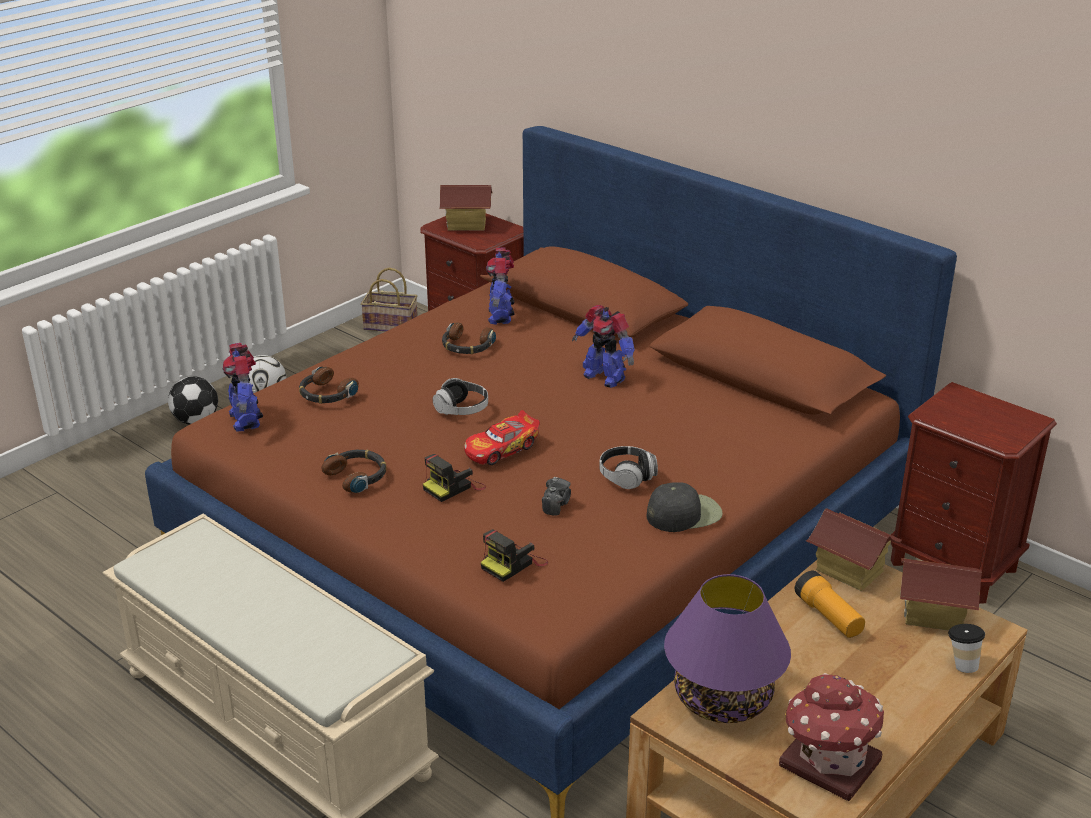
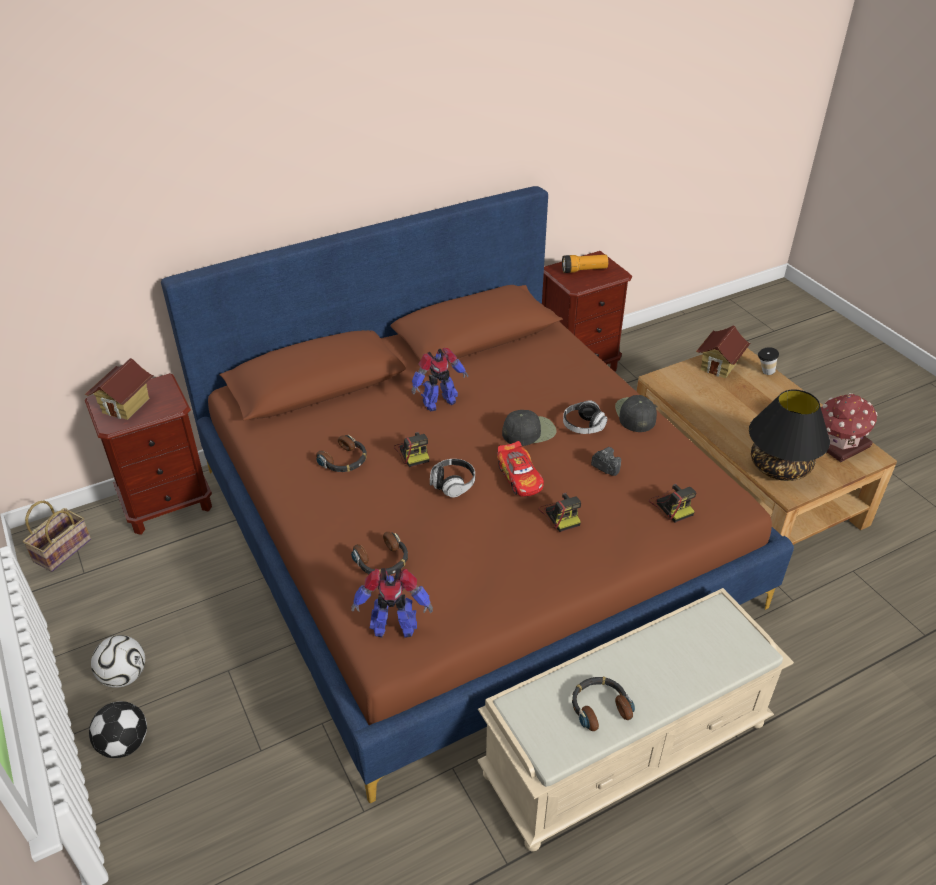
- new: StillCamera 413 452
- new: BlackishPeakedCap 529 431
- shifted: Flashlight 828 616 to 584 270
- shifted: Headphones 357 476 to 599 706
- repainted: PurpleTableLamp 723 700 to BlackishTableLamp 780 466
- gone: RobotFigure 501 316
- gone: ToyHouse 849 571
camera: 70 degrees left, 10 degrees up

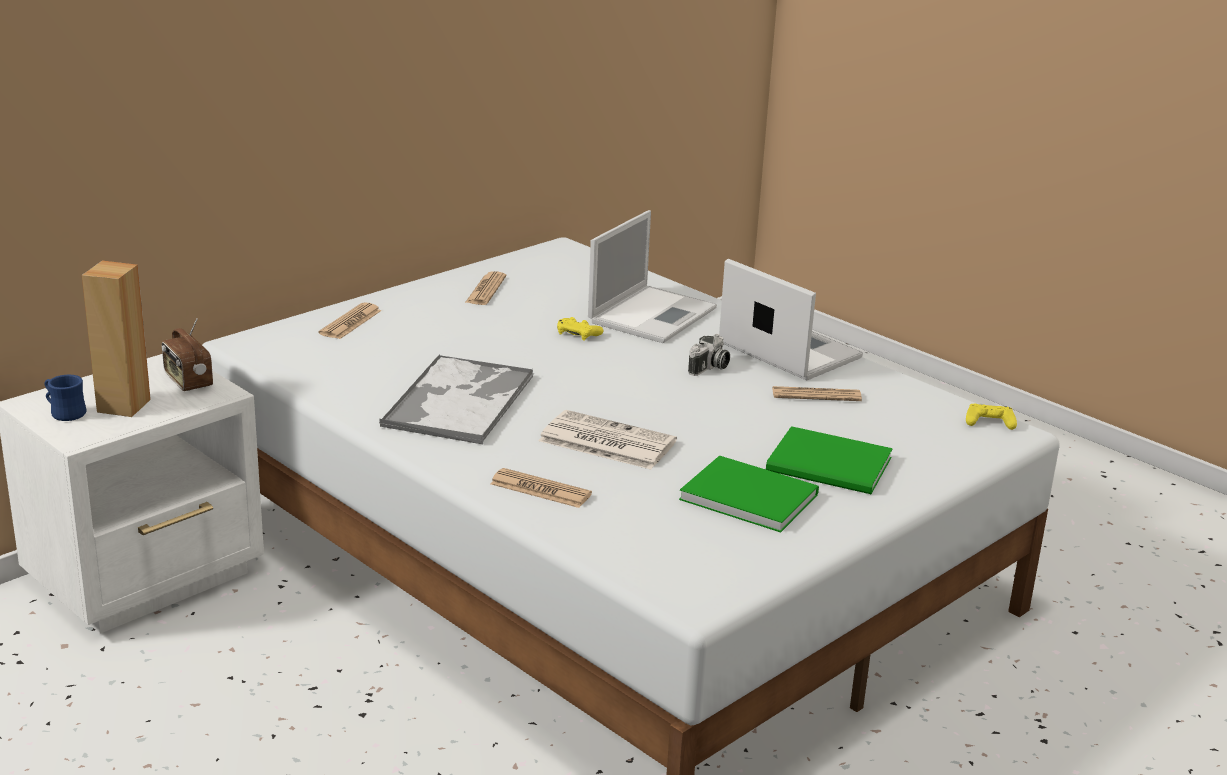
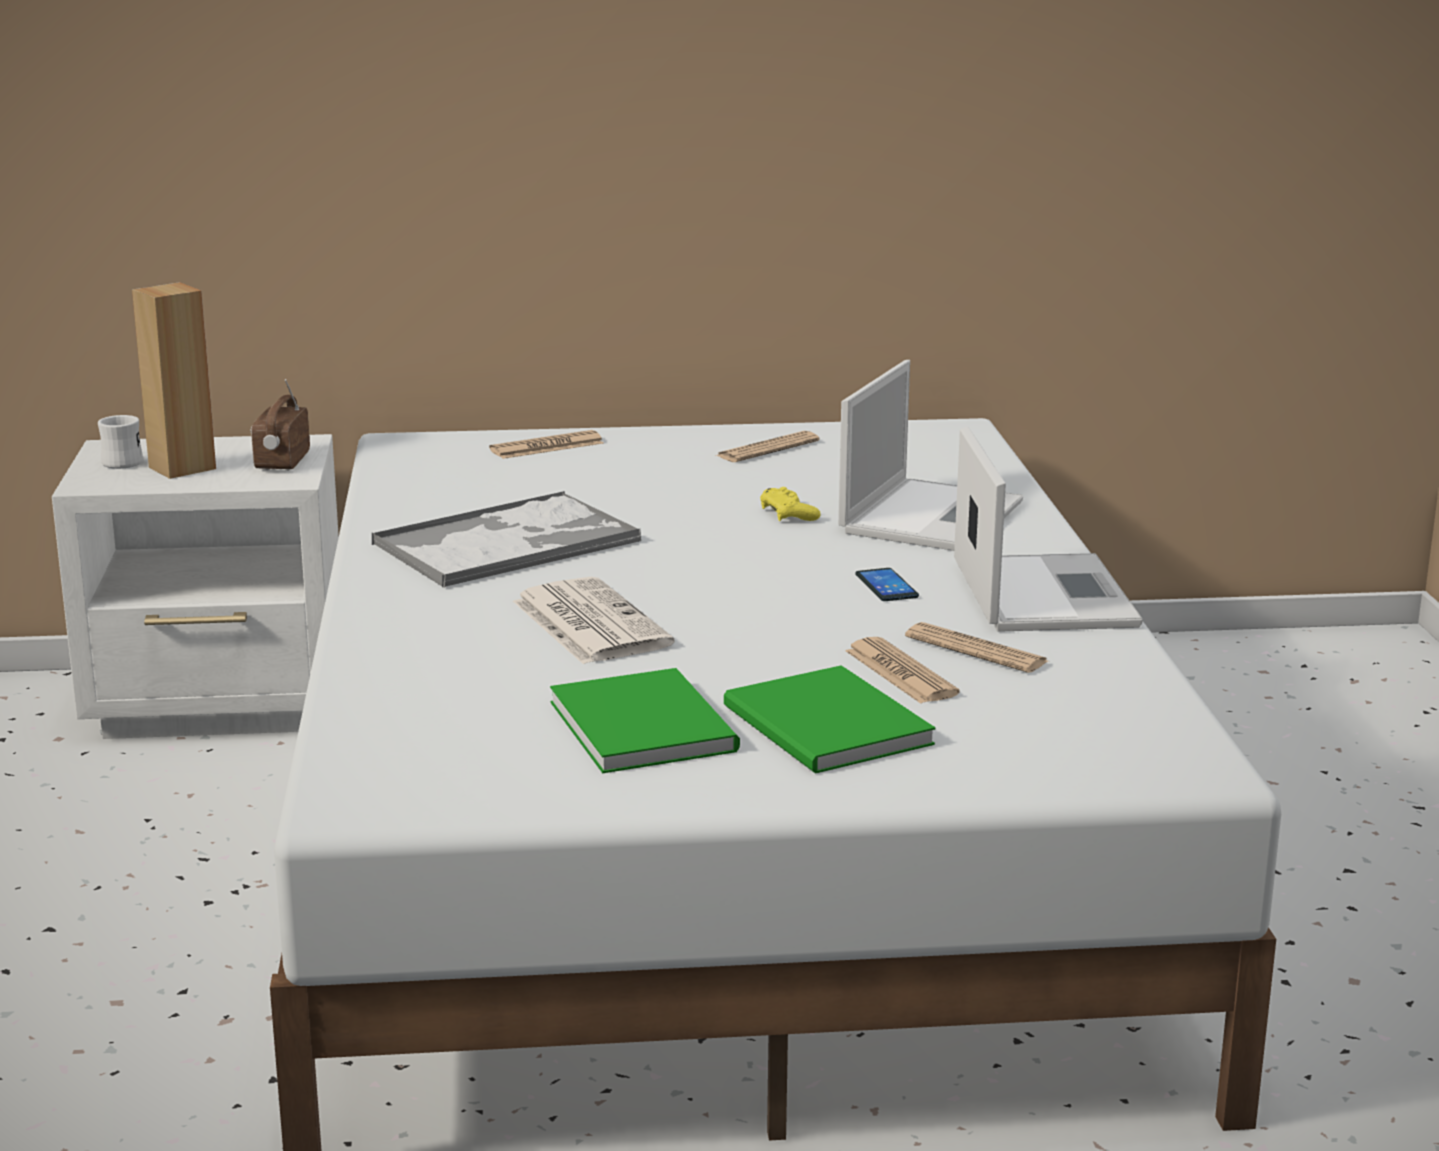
- repainted: BlueColouredTeaMug 64 413 to WhitishTeaMug 121 461
- rotated: NotebookComputer 653 314 = 932 516 45 degrees counterclockwise
- shifted: PrintedPaper 540 489 to 900 673
- swapped: StillCamera 709 368 to Telephone 886 586
- gone: YellowColouredGameController 989 422
camera: 40 degrees right, 5 degrees down

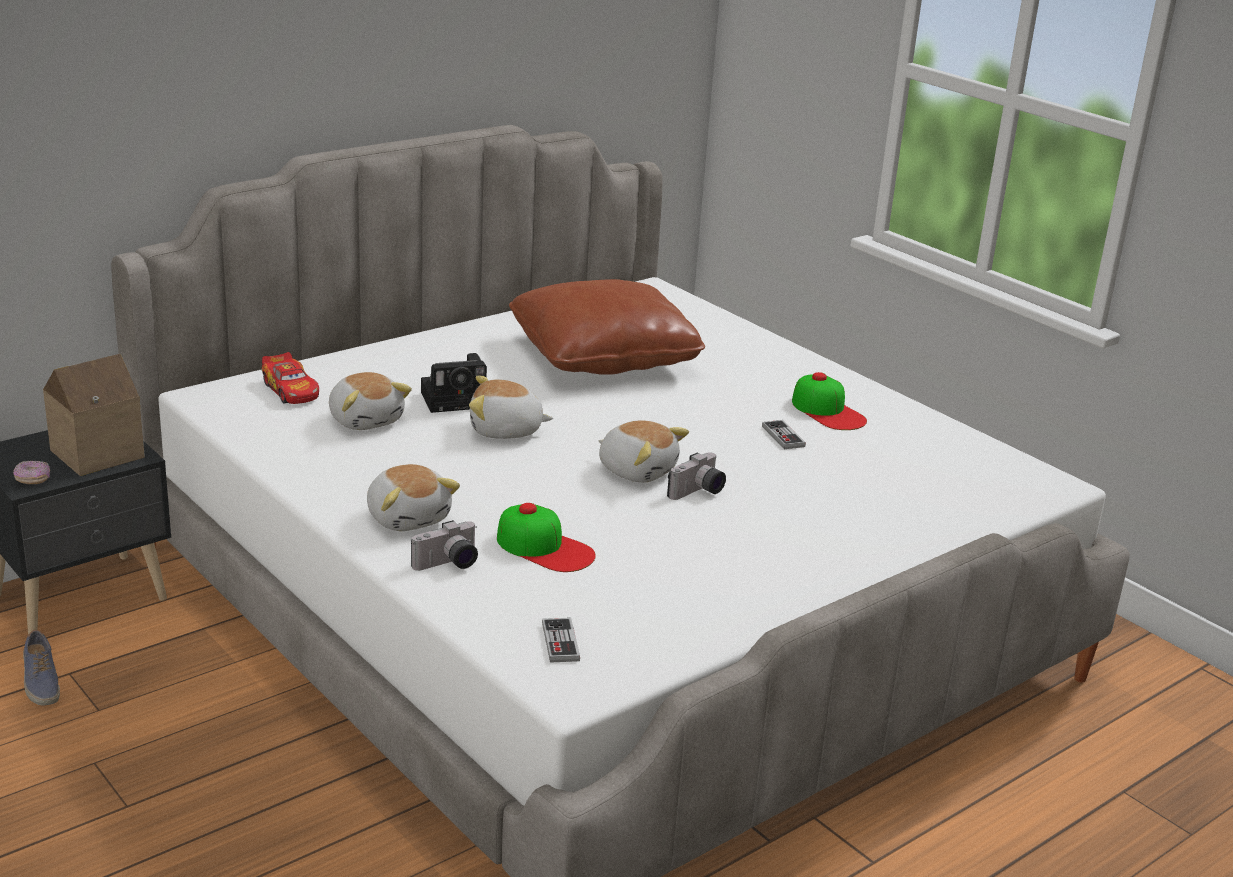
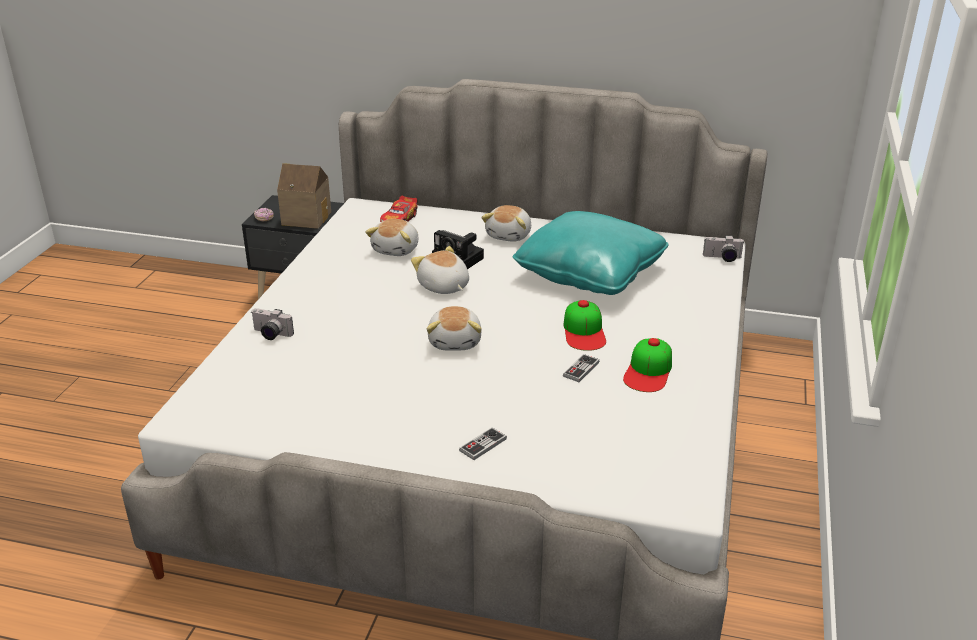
- shifted: GameController 560 642 to 483 445
- shifted: SoftToy 408 517 to 509 235
- repainted: BrownPillow 603 357 to BlueGreenPillow 589 273
- shifted: PeakedCap 545 547 to 584 331
- shifted: StillCamera 698 492 to 722 258
- gone: Shoe 40 682
camera: 55 degrees right, 5 degrees up

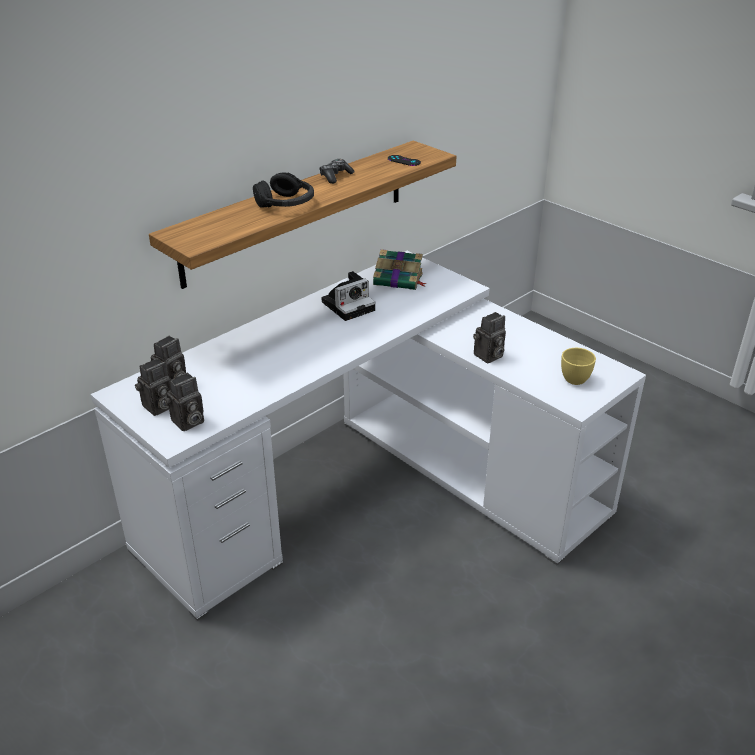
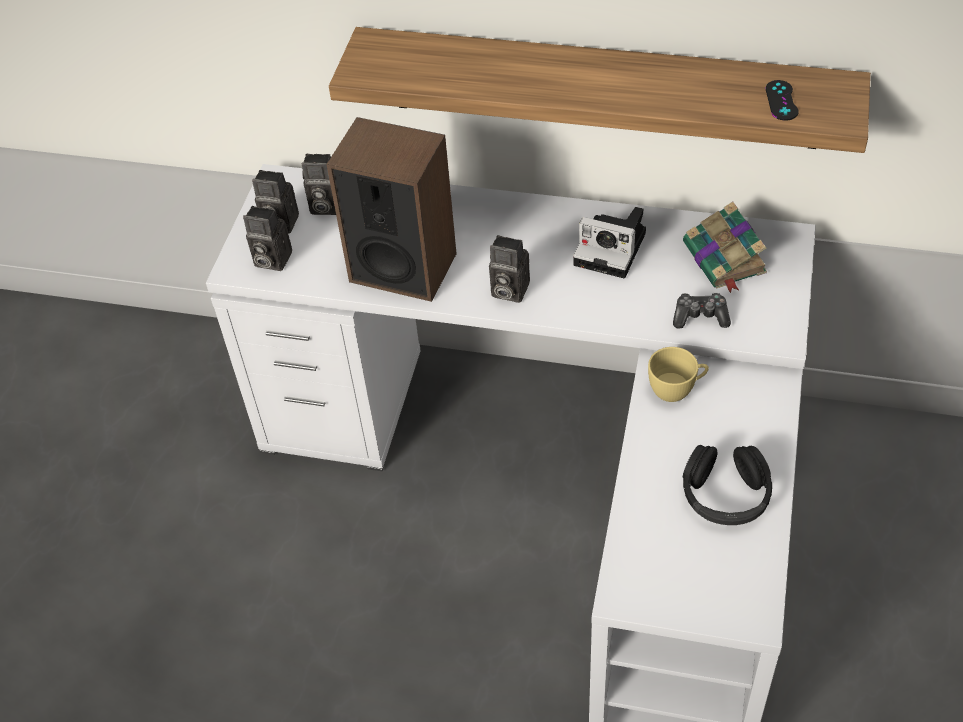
- new: AudioSpeaker 403 267
- shifted: StillCamera 488 356 to 507 290
- shifted: YellowColouredSmallCup 576 377 to 676 390
- shifted: GameController 335 176 to 700 316
- shifted: BlackishHeadphones 286 204 to 725 496
camera: 60 degrees right, 15 degrees up

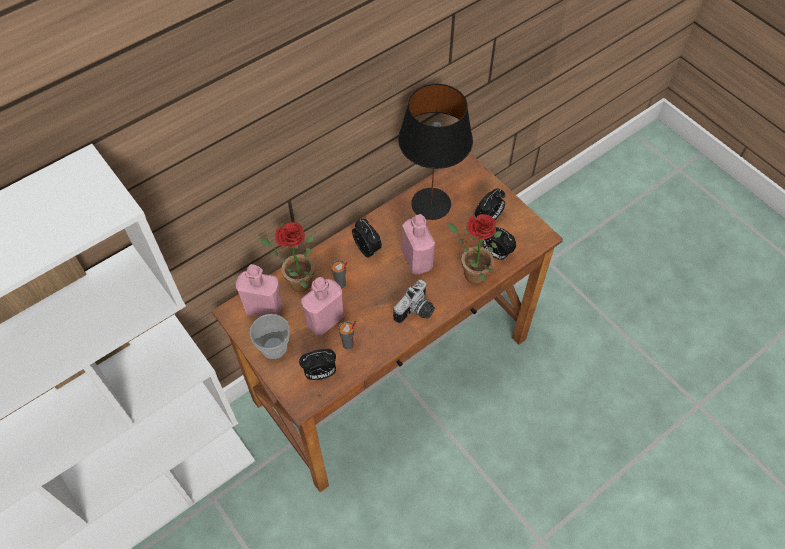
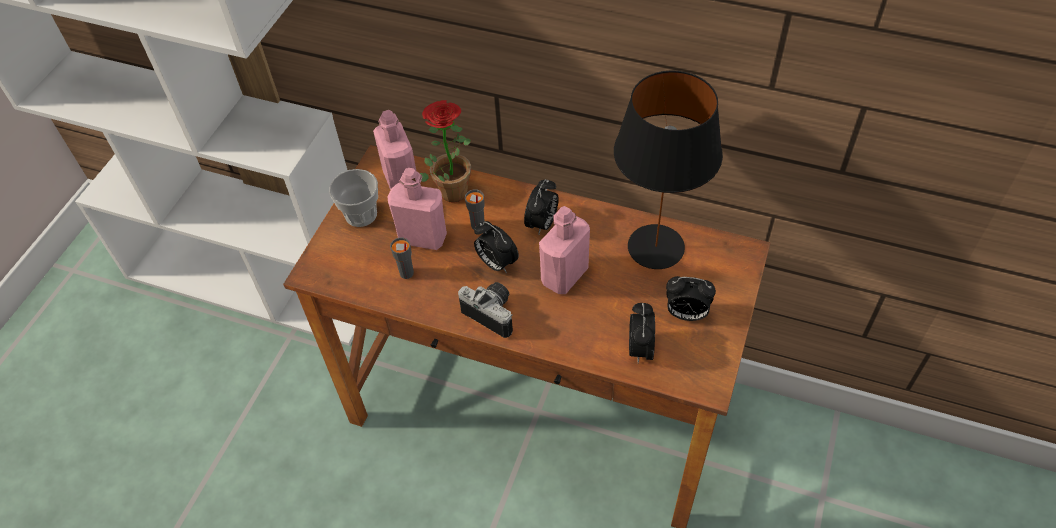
- rotated: StillCamera 416 312 = 493 312 150 degrees counterclockwise
- shifted: TableClock 320 373 to 496 263
- gone: Houseplant 470 274
camera: 60 degrees right, 5 degrees down

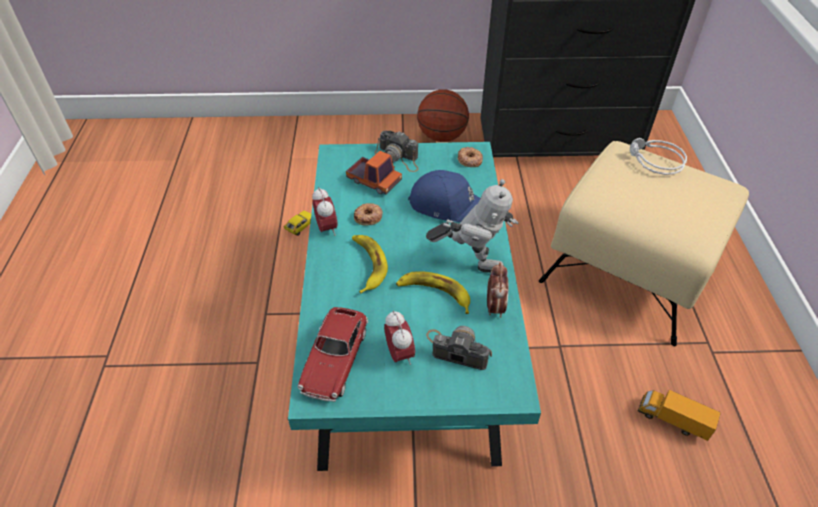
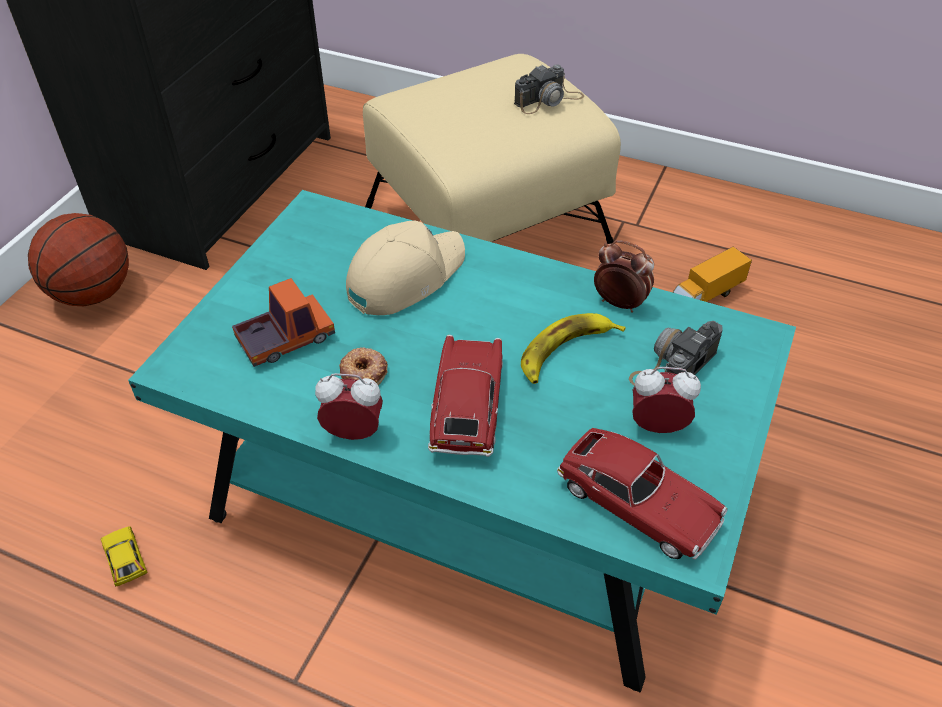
- repainted: BlueColouredPeakedCap 449 205 to BeigePeakedCap 404 277
- swapped: Banana 367 264 to ModelCar 467 406
- shifted: StillCamera 398 158 to 548 100
- gone: RobotFigure 471 262
- gone: Doughnut 469 160
- gone: GreyHeadphones 654 161
camera: 65 degrees left, 0 degrees up

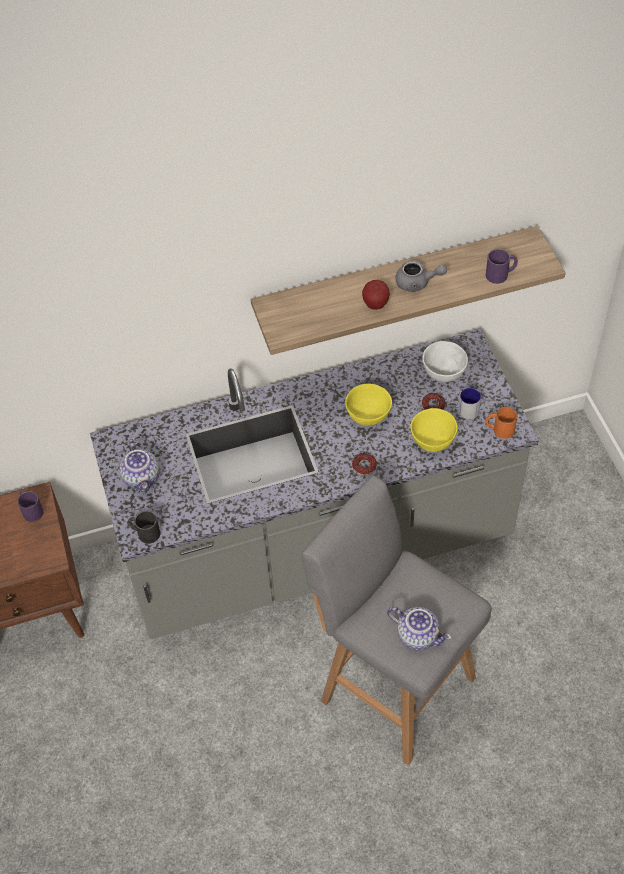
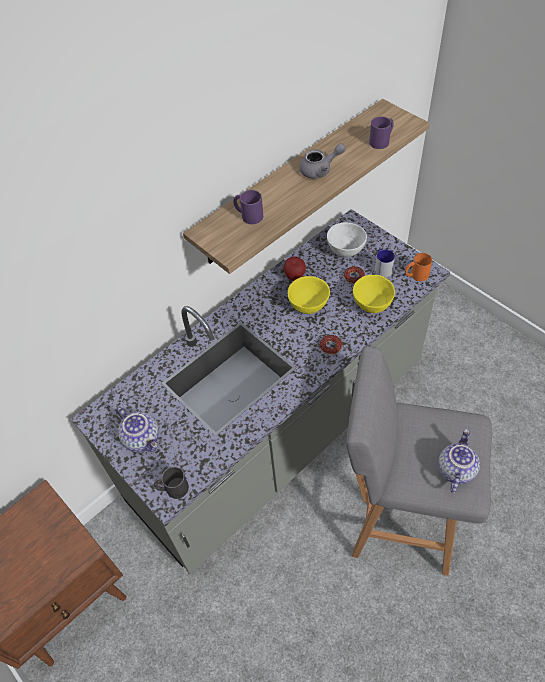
- shifted: PurpleTeaMug 31 510 to 248 215
- shifted: WholeApple 375 305 to 294 277
- rotated: TeaPot 418 635 = 455 469 75 degrees counterclockwise
camera: 25 degrees left, 0 degrees up

